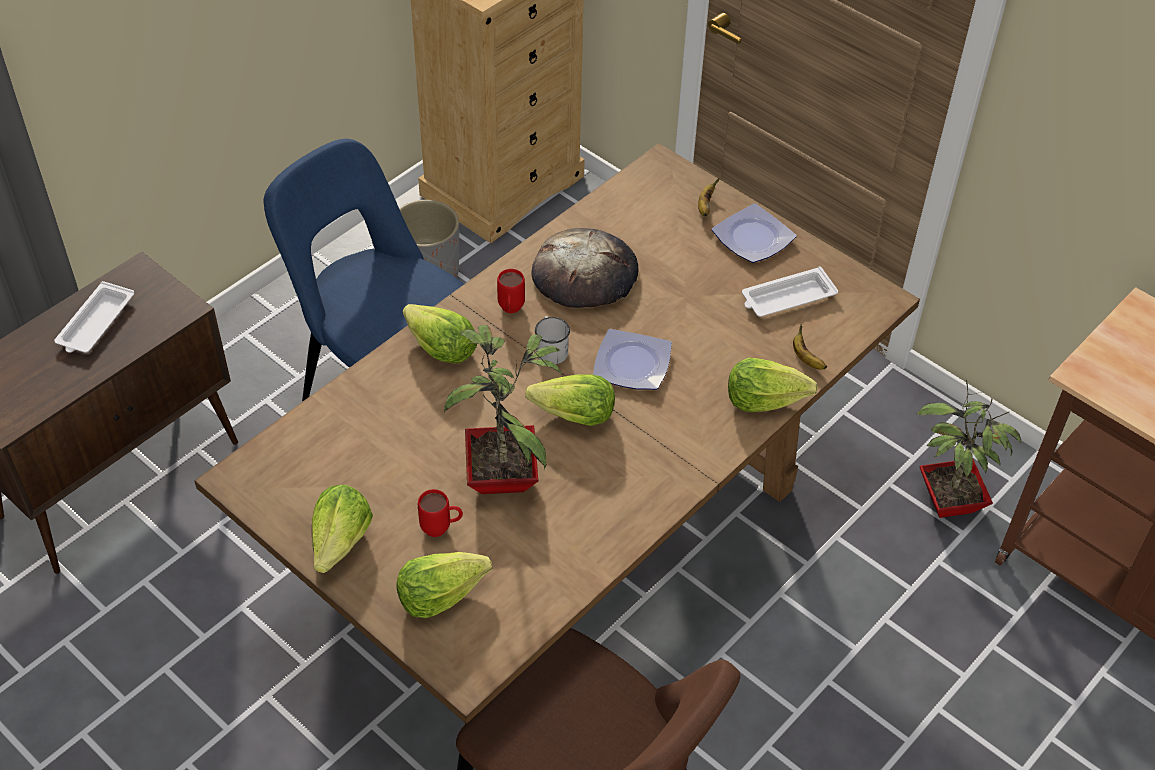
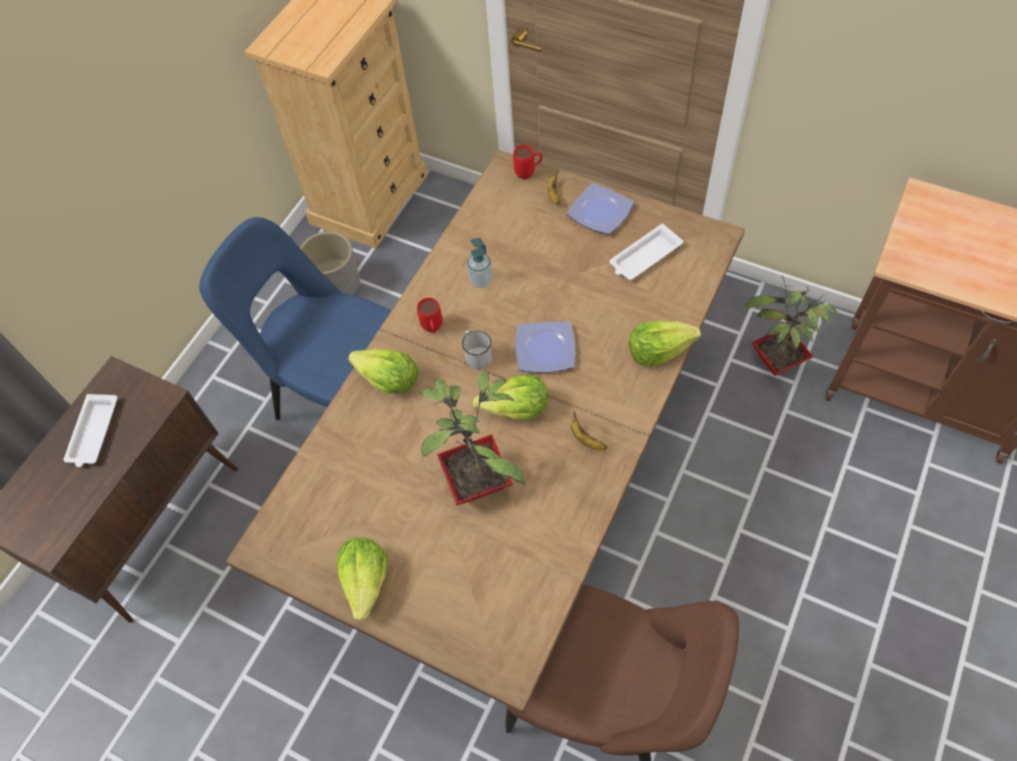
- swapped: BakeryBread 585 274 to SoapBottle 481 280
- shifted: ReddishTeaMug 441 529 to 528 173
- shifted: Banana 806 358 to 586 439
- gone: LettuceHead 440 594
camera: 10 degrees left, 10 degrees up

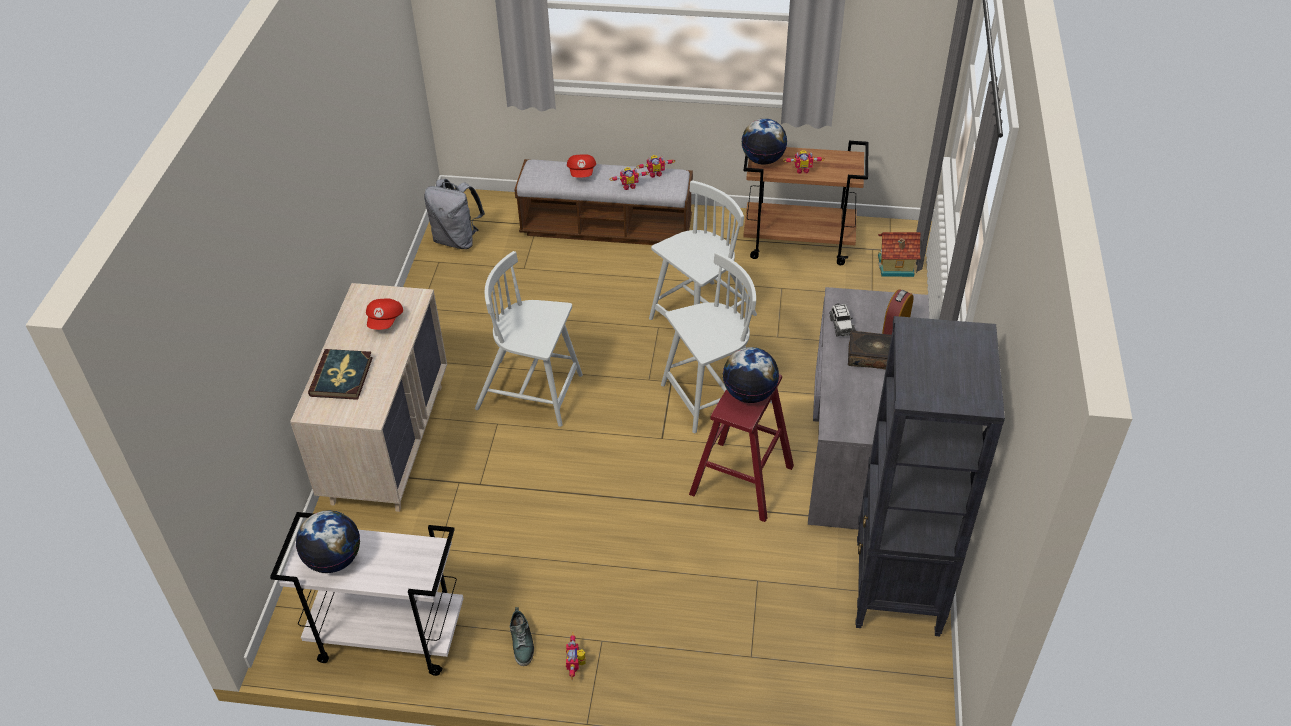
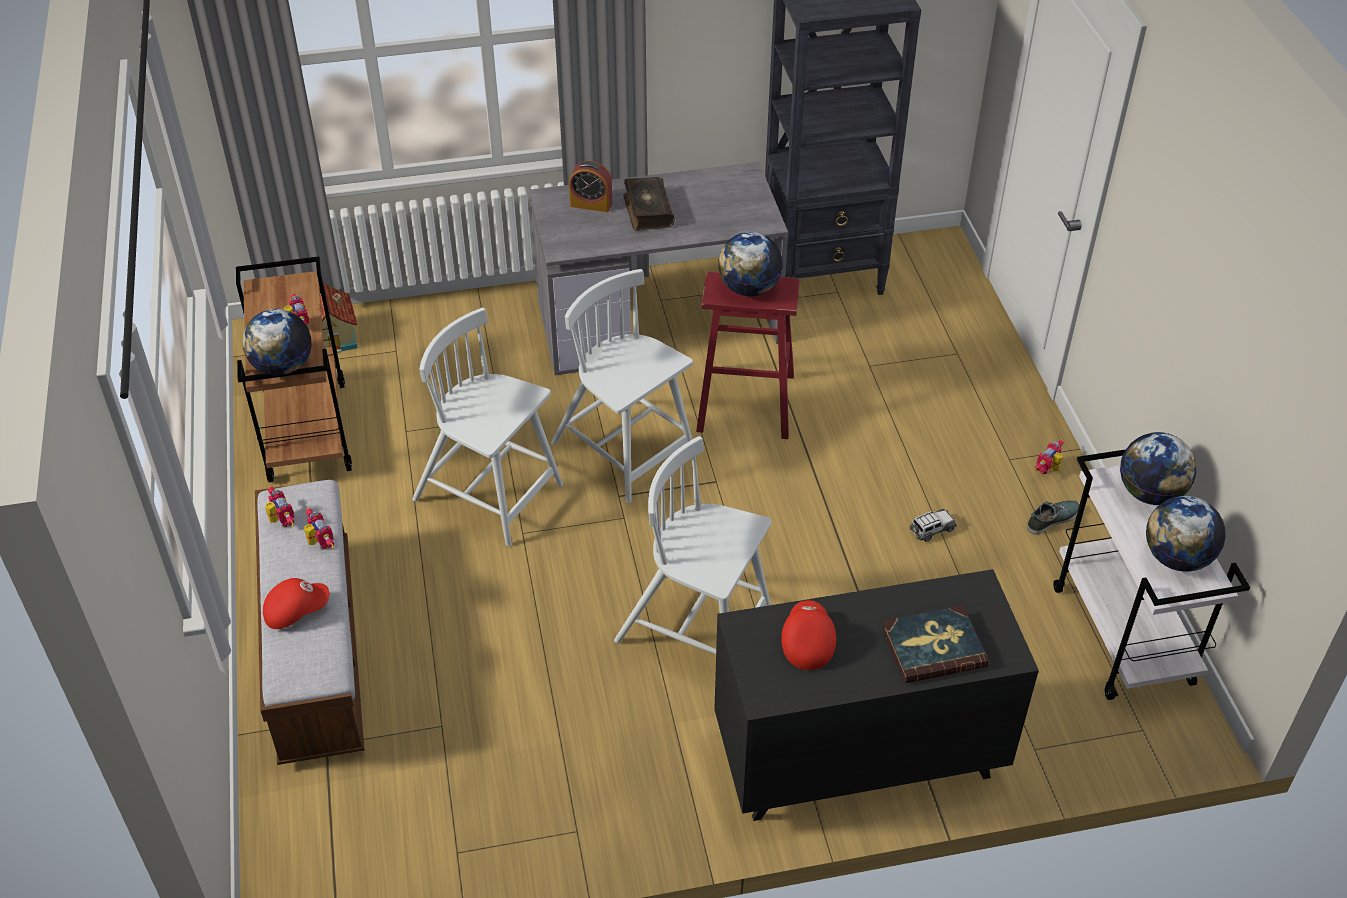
- rotated: WhitishChair 531 392 = 697 629 120 degrees clockwise
- repainted: BeigeChestOfDrawers 388 442 to BlackishChestOfDrawers 857 757
- rotated: ReddishPeakedCap 385 321 = 806 642 75 degrees counterclockwise
- shifted: ModelCar 841 326 to 932 530
- rotated: RobotFigure 576 665 = 1048 470 150 degrees clockwise
- new: DeskGlobe 1150 493
- gone: GreyRucksack 457 240
camera: 110 degrees left, 0 degrees up

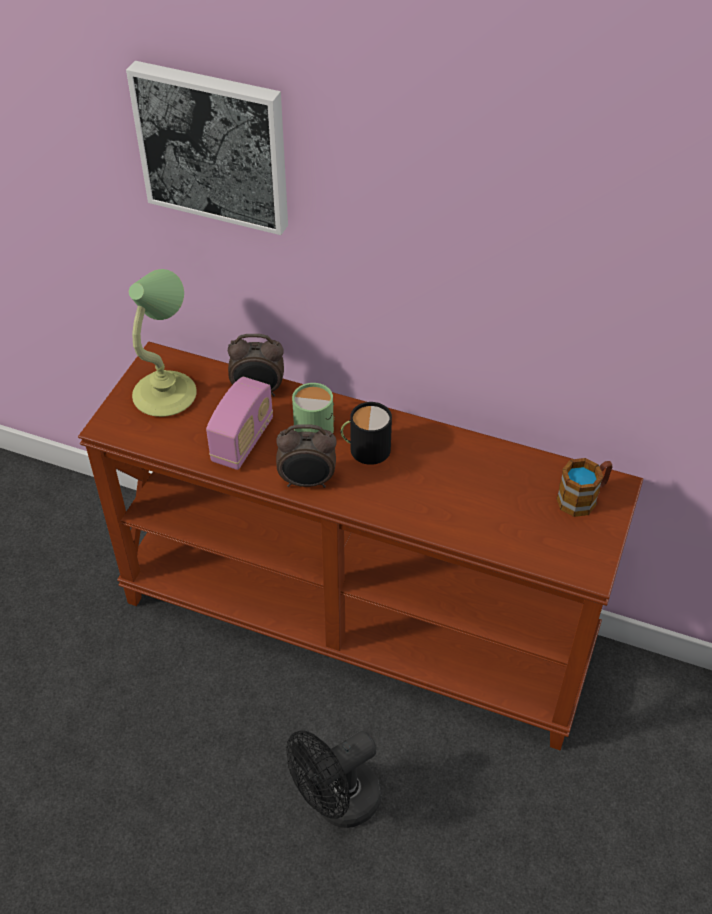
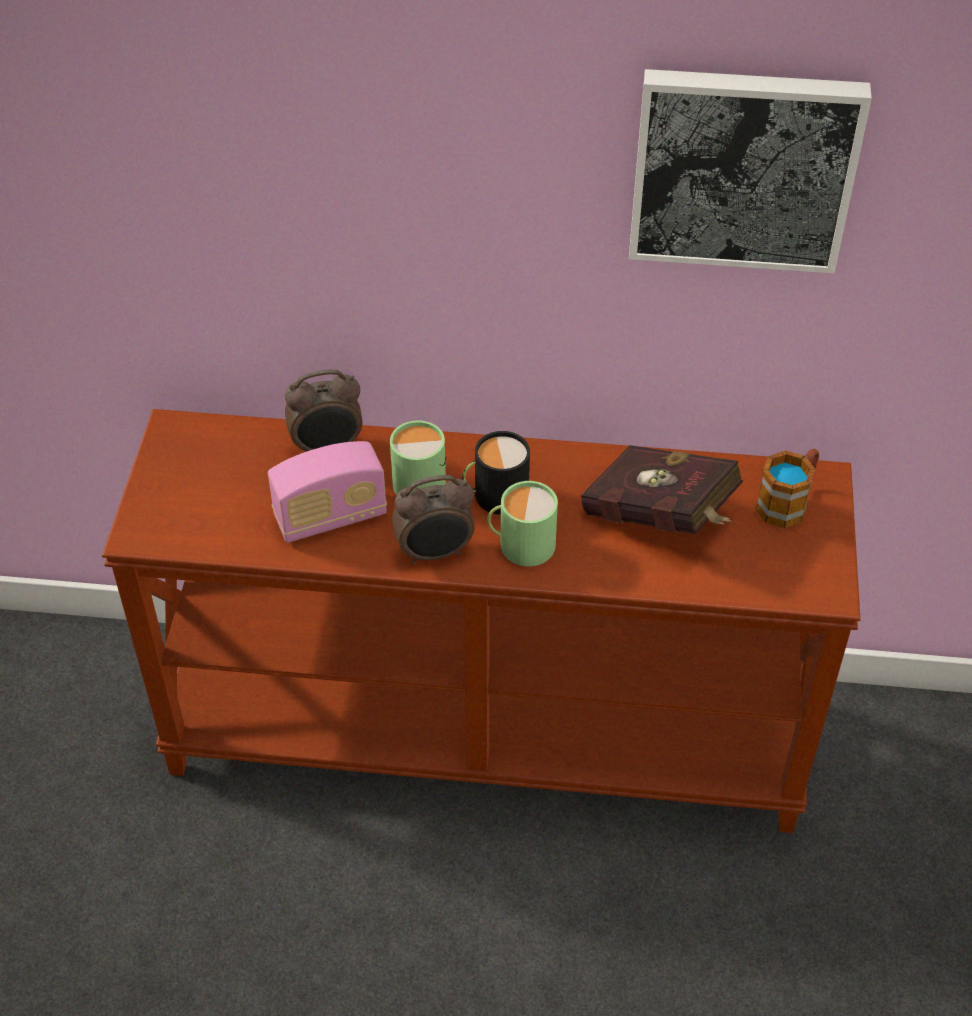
- rotated: RadioSet 243 441 = 330 517 60 degrees clockwise
- new: GreenColouredTeaMug 521 543
- new: ReddishVolume 662 518
- shifted: WallArt 214 145 to 743 167
- gone: TableLamp 167 394
- gone: BlackishCoolingFan 337 803
camera: 15 degrees left, 0 degrees up

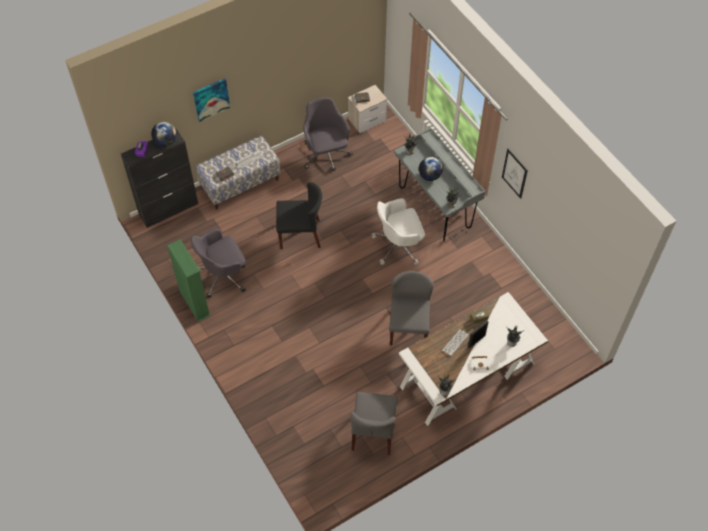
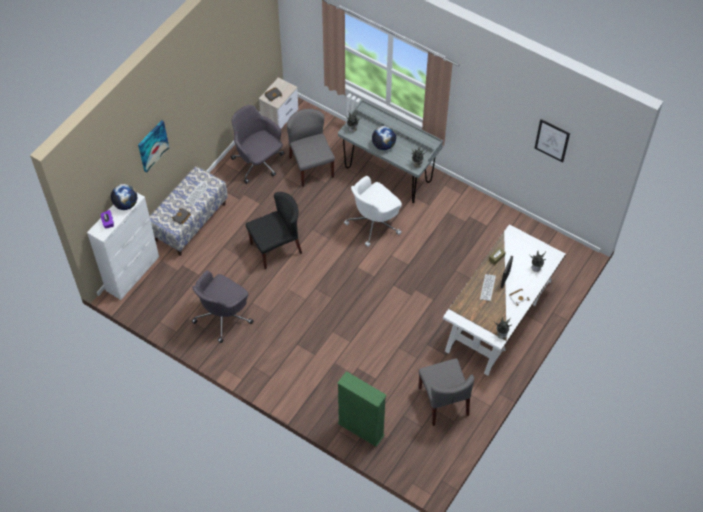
- repainted: BlackishStorageCabinet 169 209 to WhitishStorageCabinet 133 273
- shifted: GreyChair 408 327 to 311 167
- shifted: GreenColouredBookcase 194 303 to 361 429
- shifted: WallArt 514 173 to 552 140
camera: 25 degrees left, 0 degrees up

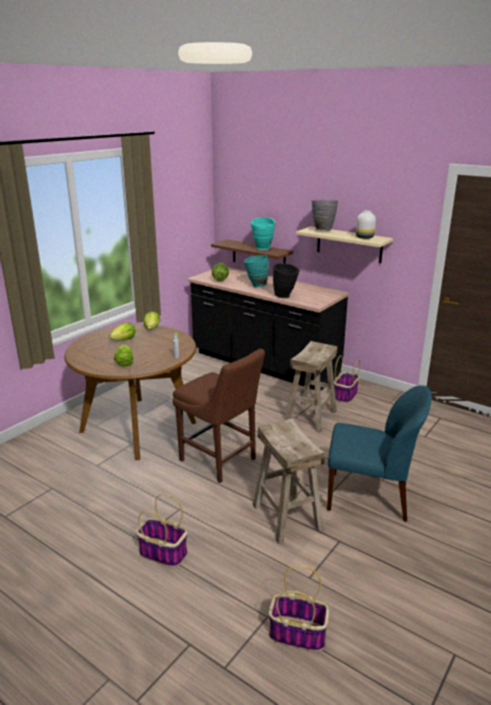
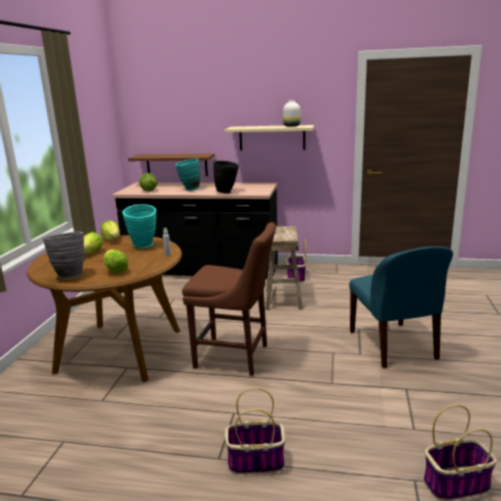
- shifted: GreyDecorativeVase 322 230 to 69 276
- shifted: BlueGreenDecorativeVase 262 249 to 144 246
- rotated: BlueColouredChair 370 497 = 393 346 90 degrees clockwise
- gone: BeigeStool 287 517
camera: 25 degrees left, 5 degrees down

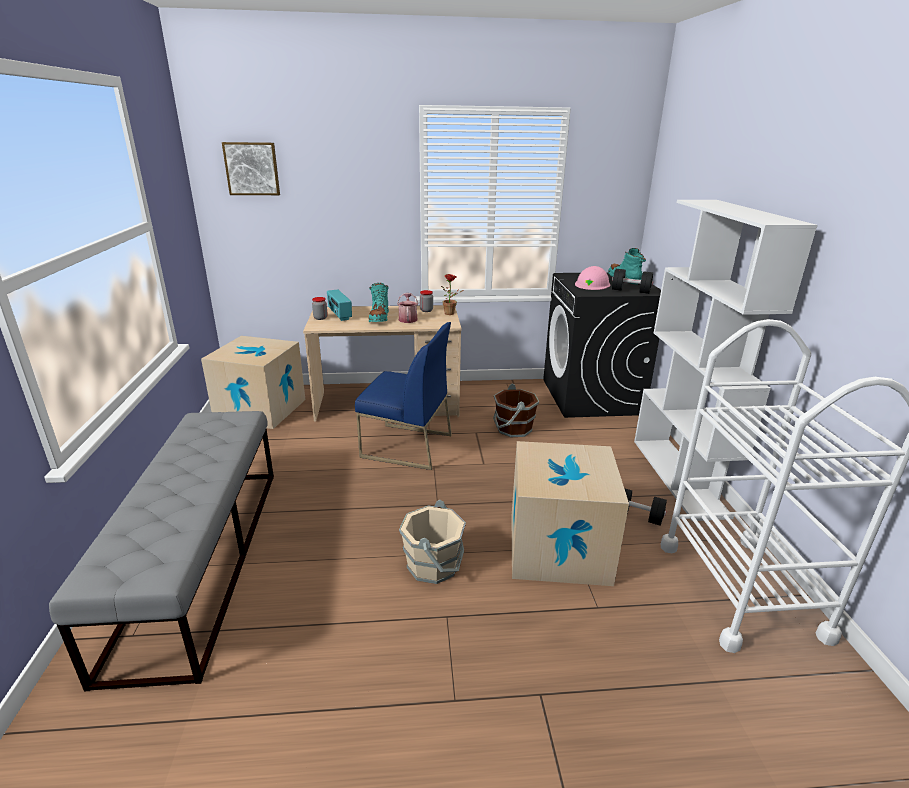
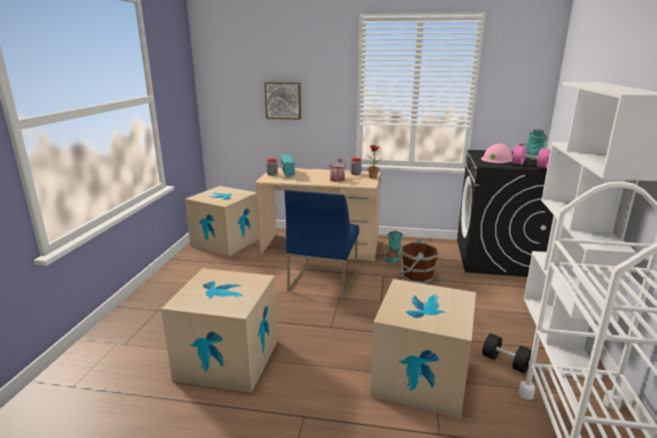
- new: PackingBox 228 359
- shifted: WallArt 252 169 to 283 100
- rotated: BlueColouredChair 406 446 = 323 279 75 degrees clockwise
- shifted: BlueGreenTallBoot 379 318 to 393 257
- repainted: BlackishFreeWeight 630 291 to PinkColouredFreeWeight 530 165
- gone: GreyIndoorBench 201 558
- gone: BeigeWaterBucket 434 565
camera: 15 degrees right, 5 degrees down

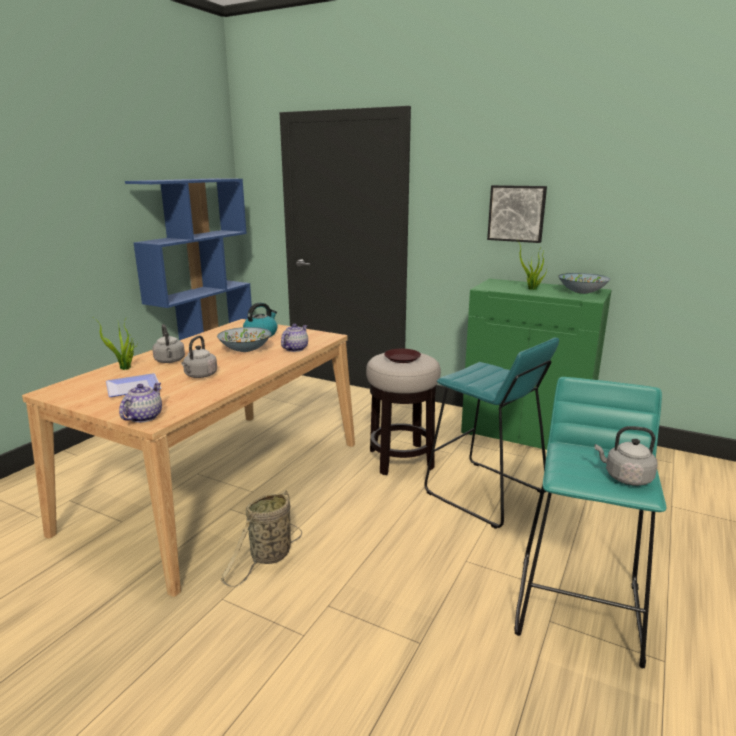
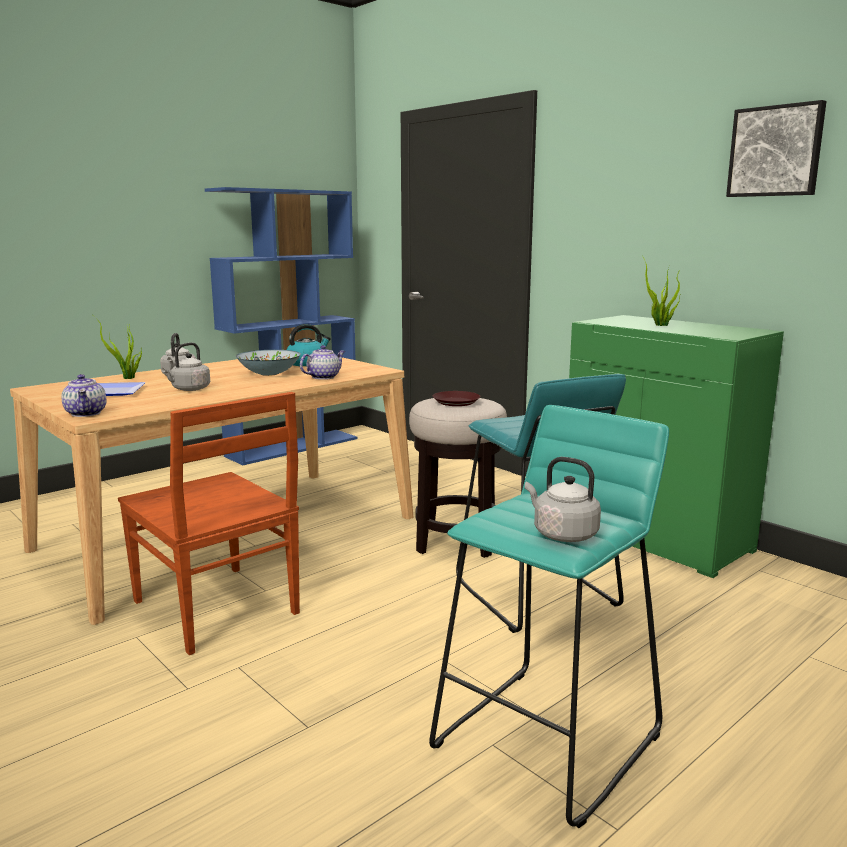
- rotated: TeaPot 144 417 = 86 413 120 degrees clockwise
- swapped: StorageBasket 269 557 to BrownChair 217 609
- shifted: WallArt 516 213 to 776 151
- gone: Bowl 581 292
camera: 20 degrees right, 5 degrees down

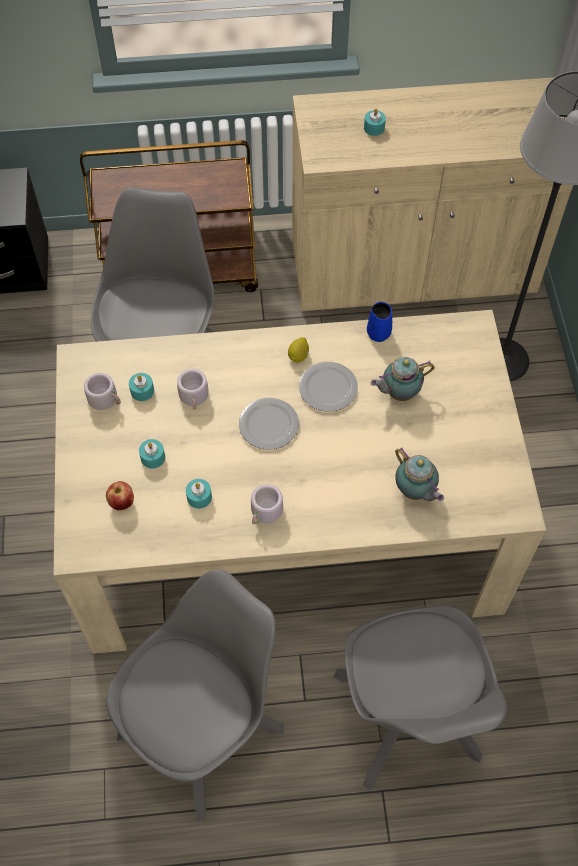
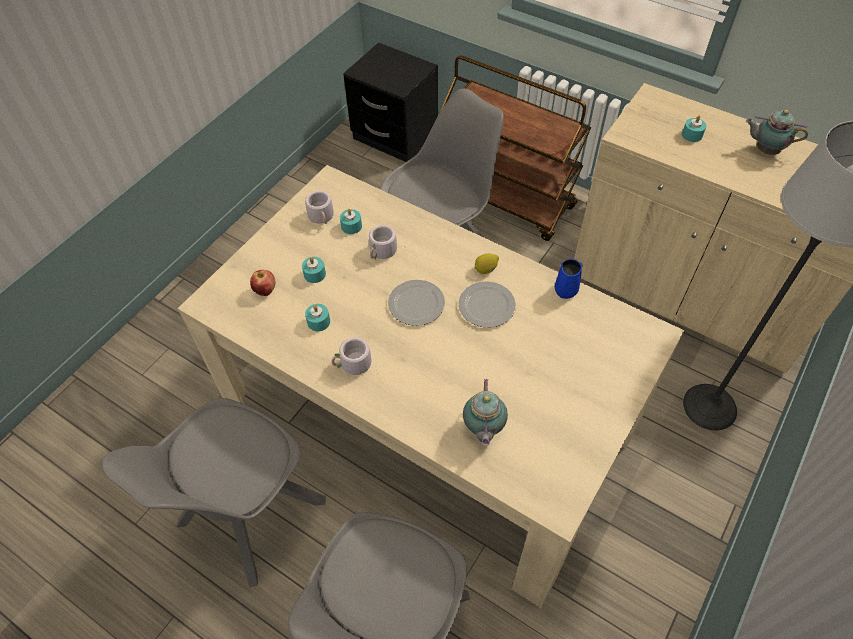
- rotated: GreyChair 205 729 = 248 515 135 degrees clockwise
- shifted: TeaPot 398 393 to 765 150
camera: 40 degrees right, 5 degrees down

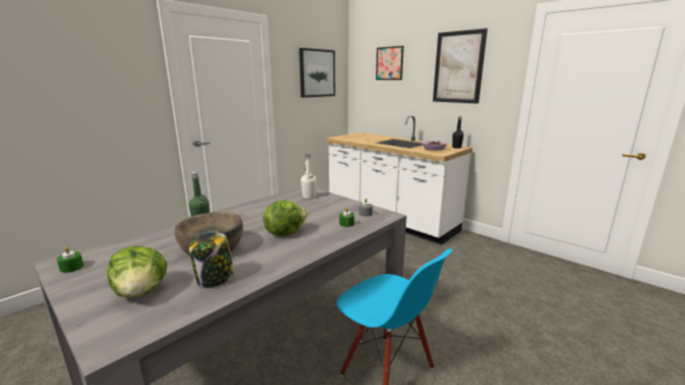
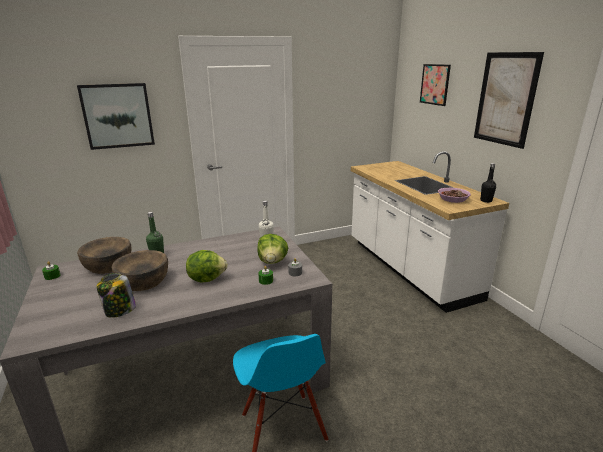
- shifted: WallArt 317 73 to 118 116
- new: BrownBowl 108 265
- shifted: LettuceHead 141 292 to 272 261
camera: 25 degrees right, 5 degrees up

